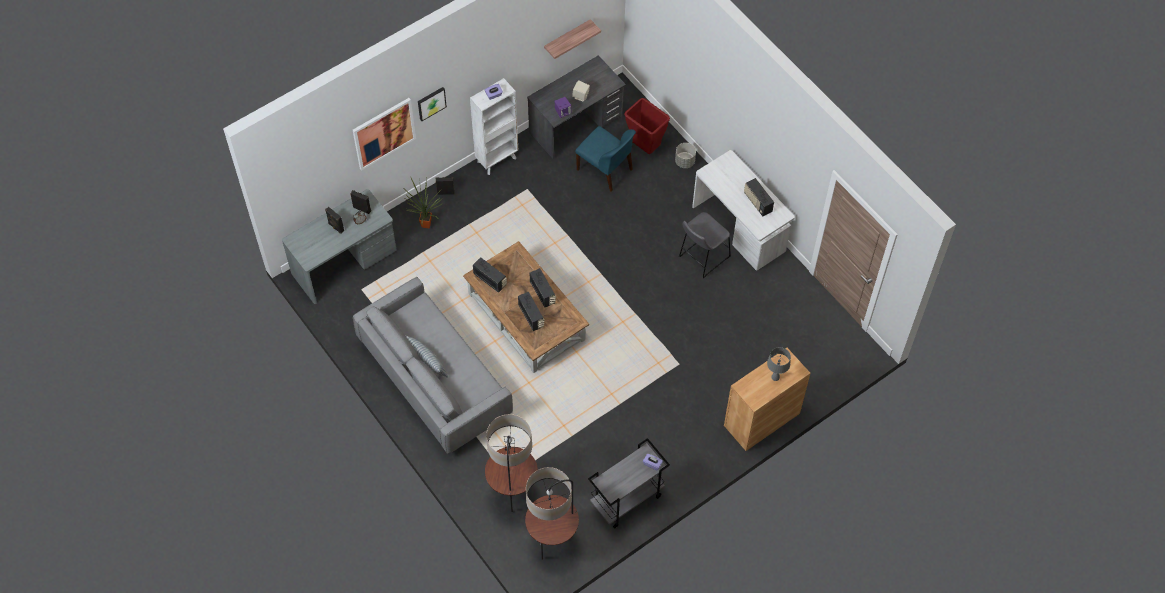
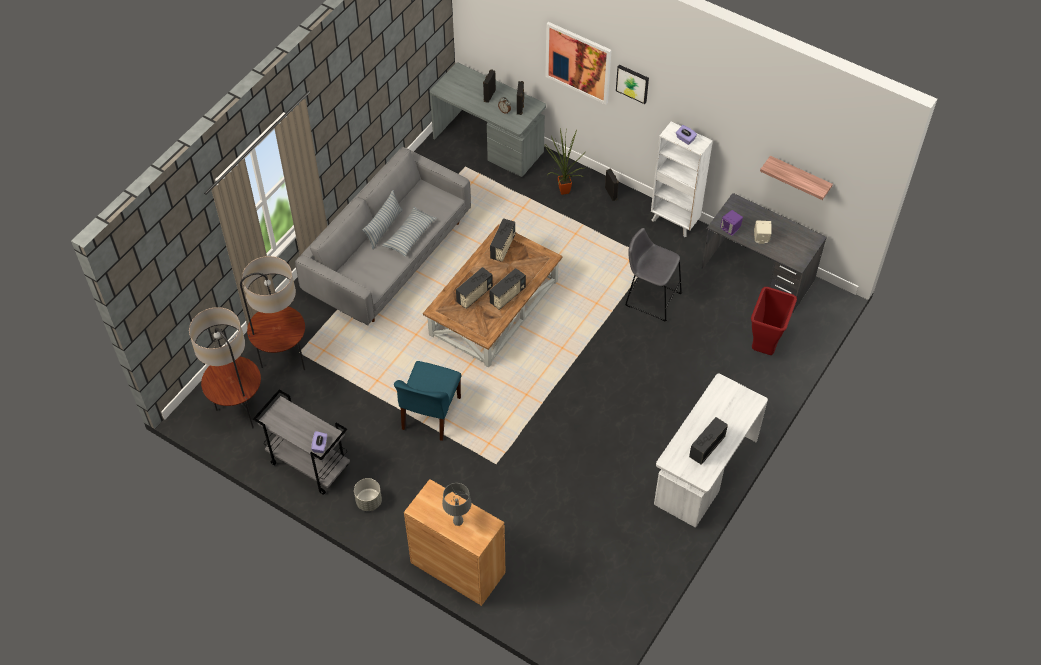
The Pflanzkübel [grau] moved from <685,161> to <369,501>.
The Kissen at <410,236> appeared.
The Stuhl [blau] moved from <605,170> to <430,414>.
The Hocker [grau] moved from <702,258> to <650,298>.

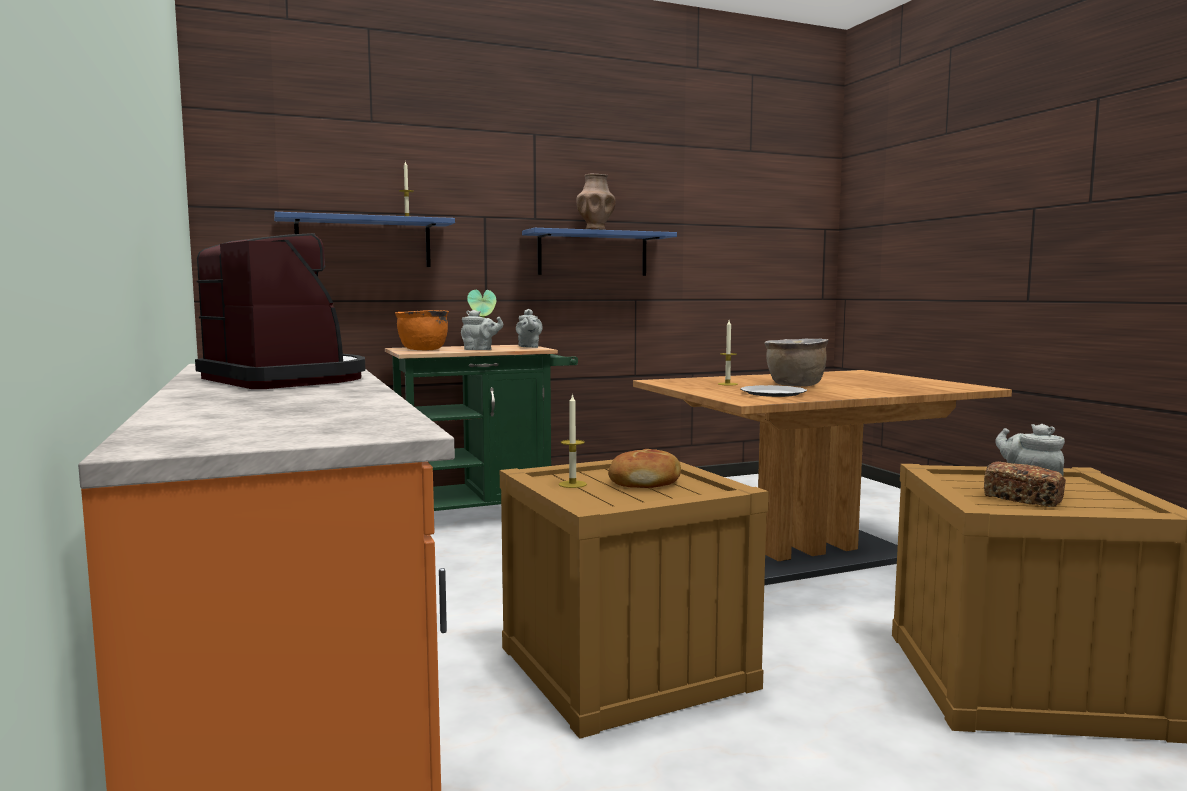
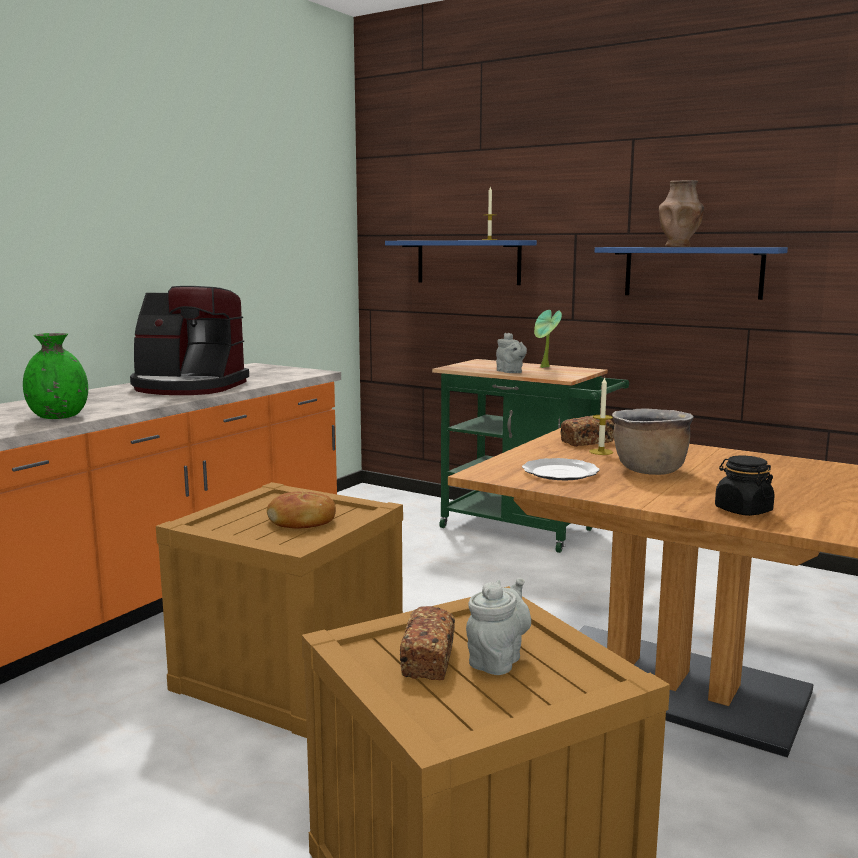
The Vase [grün] at <58,417> appeared.
The Kaffeemaschine at <287,379> turned 90 degrees clockwise.
The Brot at <587,442> appeared.
The Vorratsglas [schwarz] at <742,510> appeared.
The Kochtopf [orange] at <422,350> disappeared.
The Teekanne [grau] at <528,347> disappeared.
The Kerze at <572,484> disappeared.

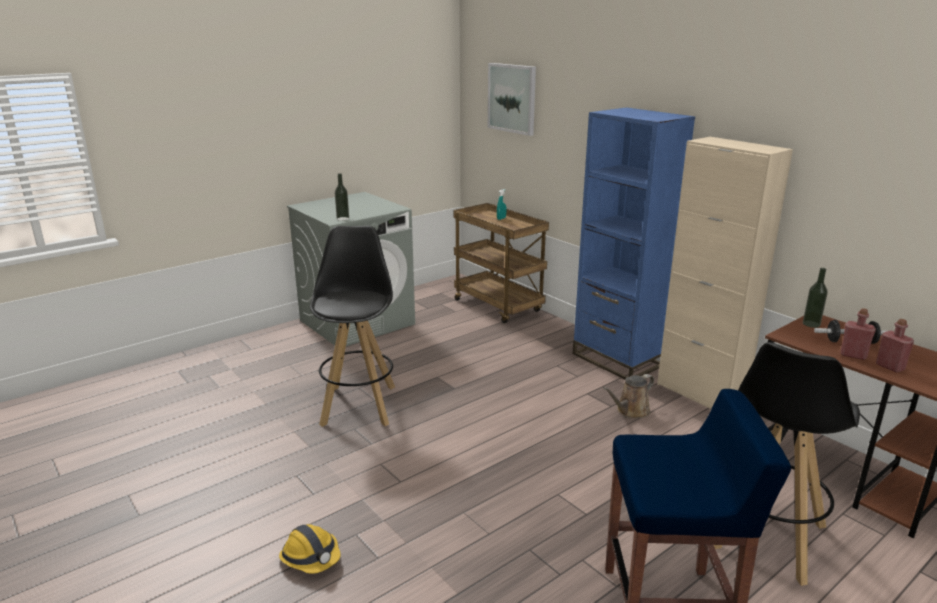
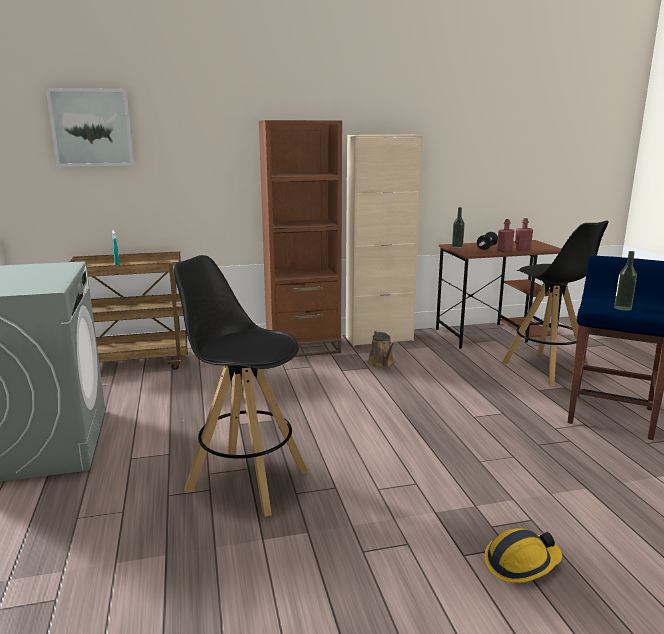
The Bücherregal [blau] at <617,360> became the Bücherregal [braun] at <303,347>.
The Flasche moved from <343,219> to <622,308>.

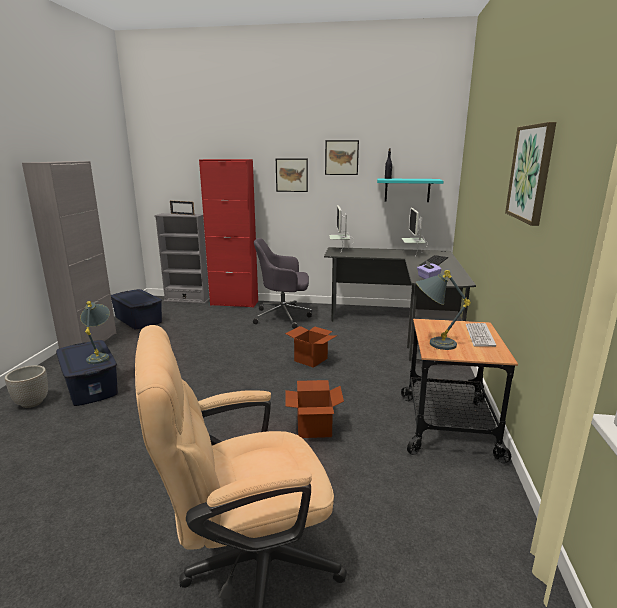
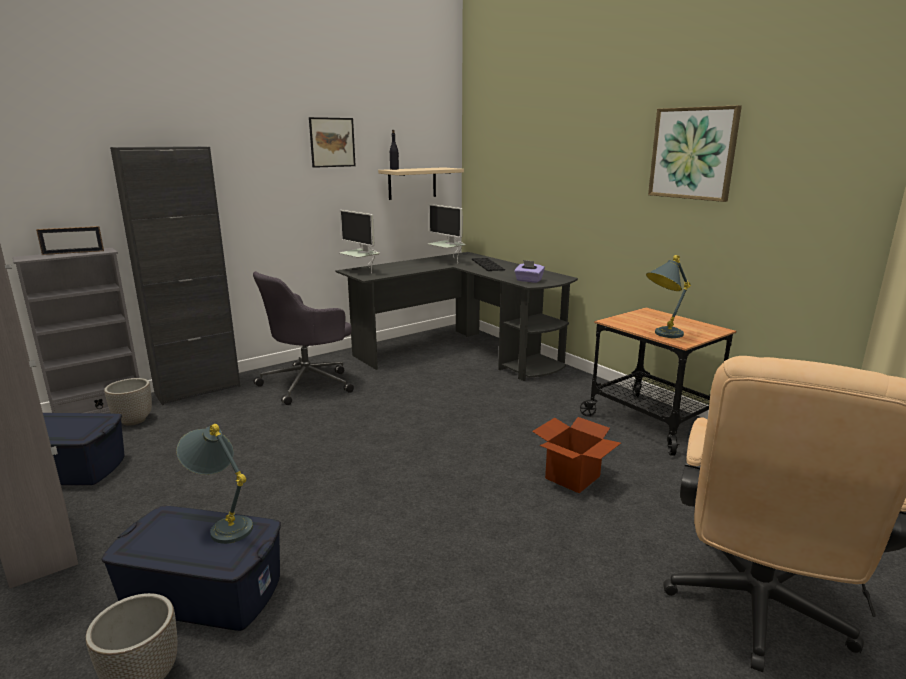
The Pflanzkübel at <134,420> appeared.
The Schrank [rot] at <234,303> became the Schrank [schwarz] at <198,390>.
The Wandregal [türkis] at <407,190> became the Wandregal [beige] at <412,183>.
The Bild at <291,175> disappeared.
The Karton at <311,360> disappeared.
The Tastatur at <479,335> disappeared.

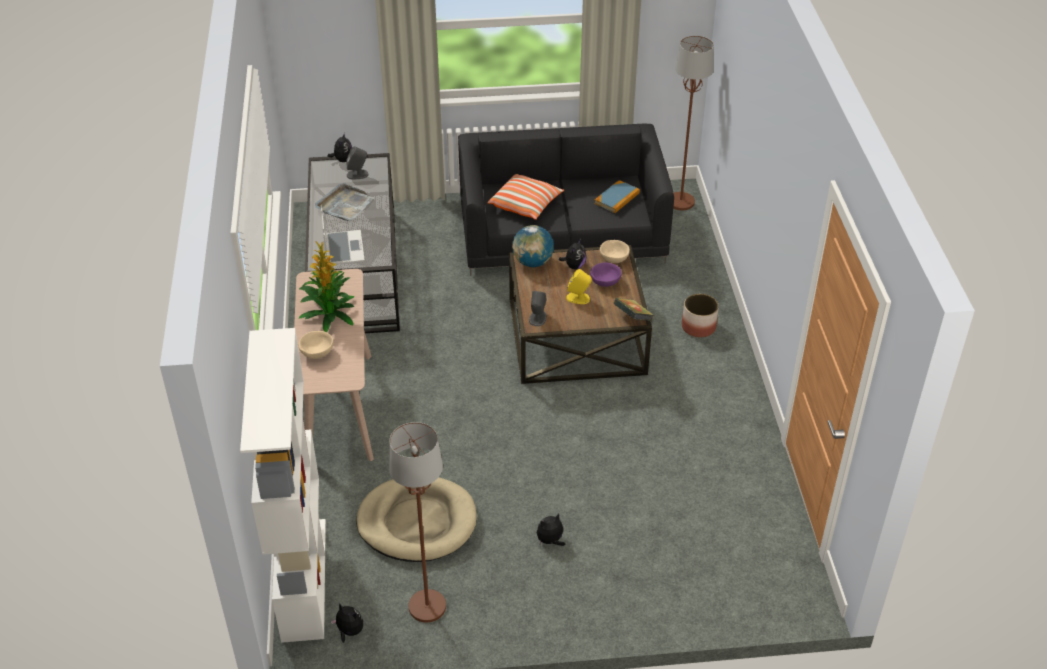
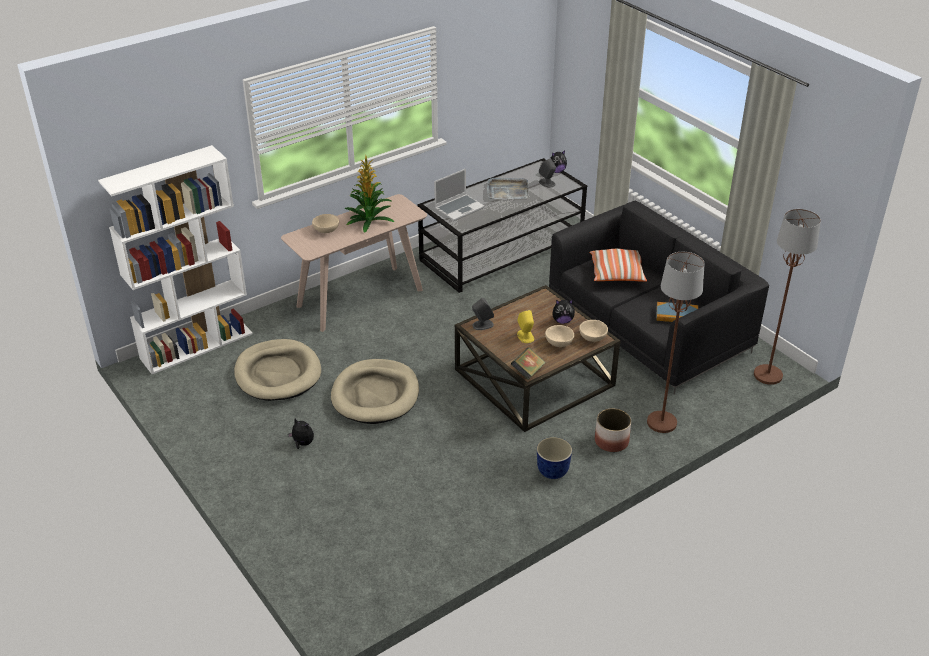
The Hundebett [beige] at <375,395> appeared.
The Pflanzkübel at <552,472> appeared.
The Schüssel [lila] at <605,282> became the Schüssel [beige] at <559,343>.
The Stehlampe [braun] moved from <427,607> to <661,422>.
The Plüschtier at <349,632> disappeared.
The Globus at <533,262> disappeared.

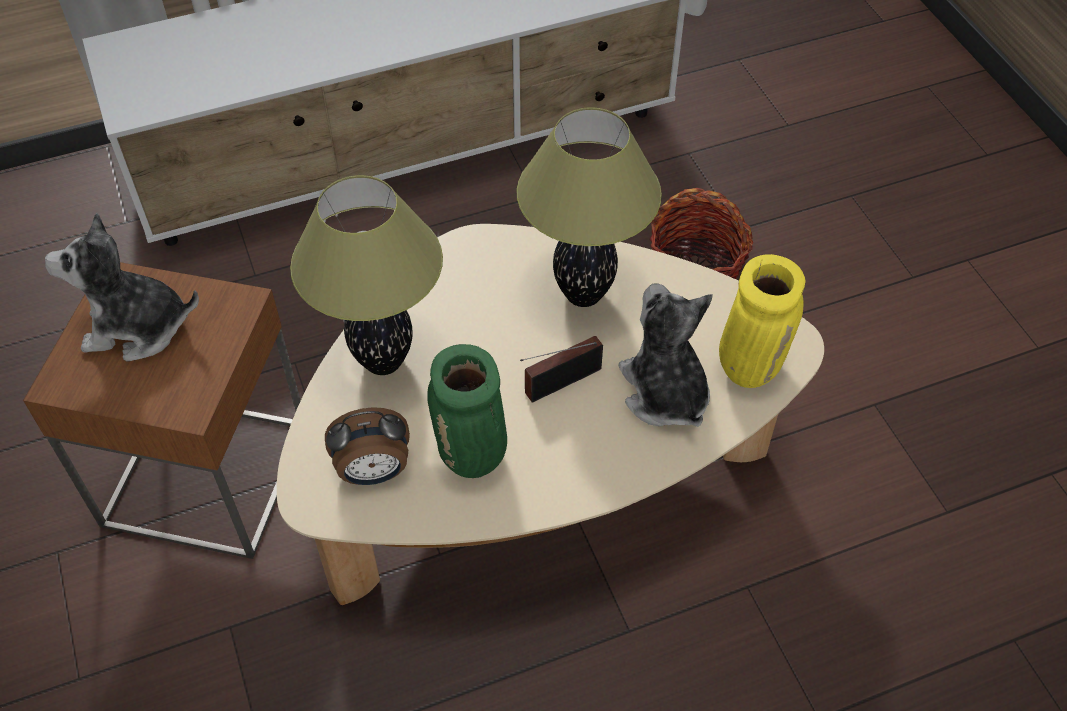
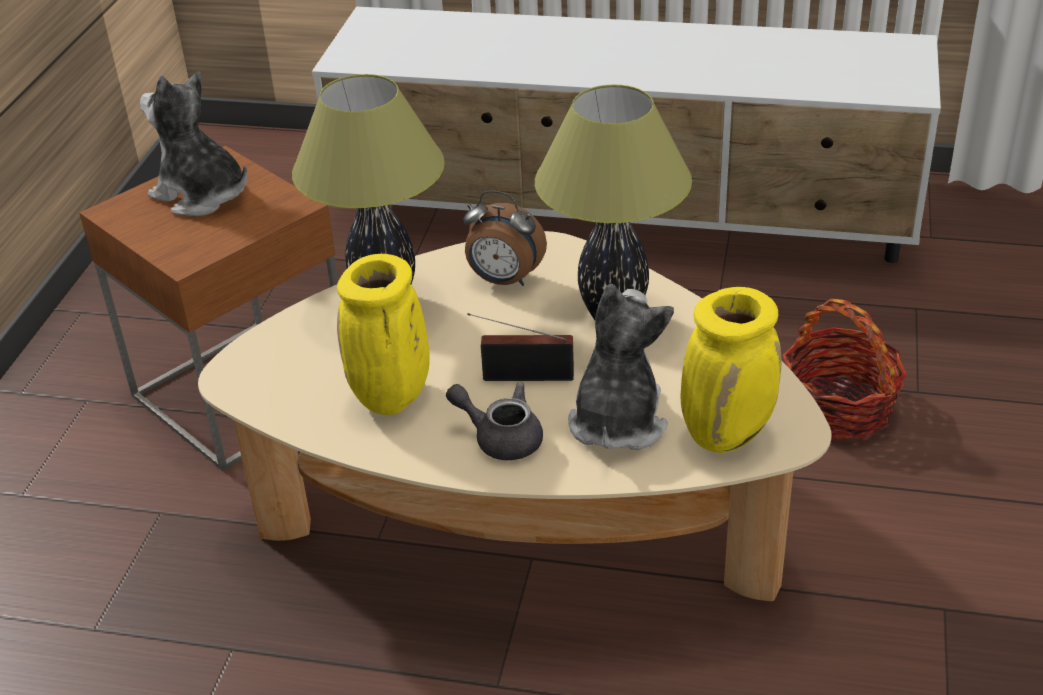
The Vase [grün] at <473,457> became the Vase [gelb] at <392,399>.
The Teekanne [grau] at <500,437> appeared.
The Wecker moved from <374,472> to <504,280>.

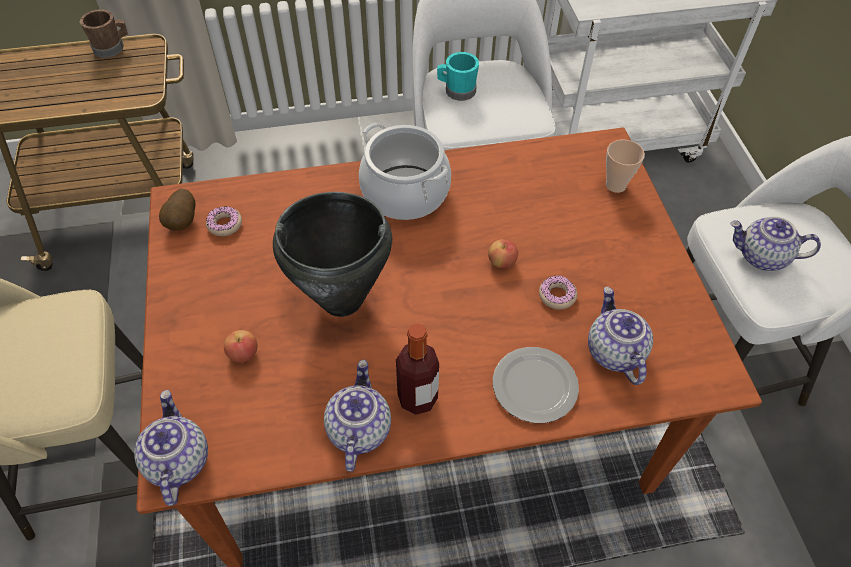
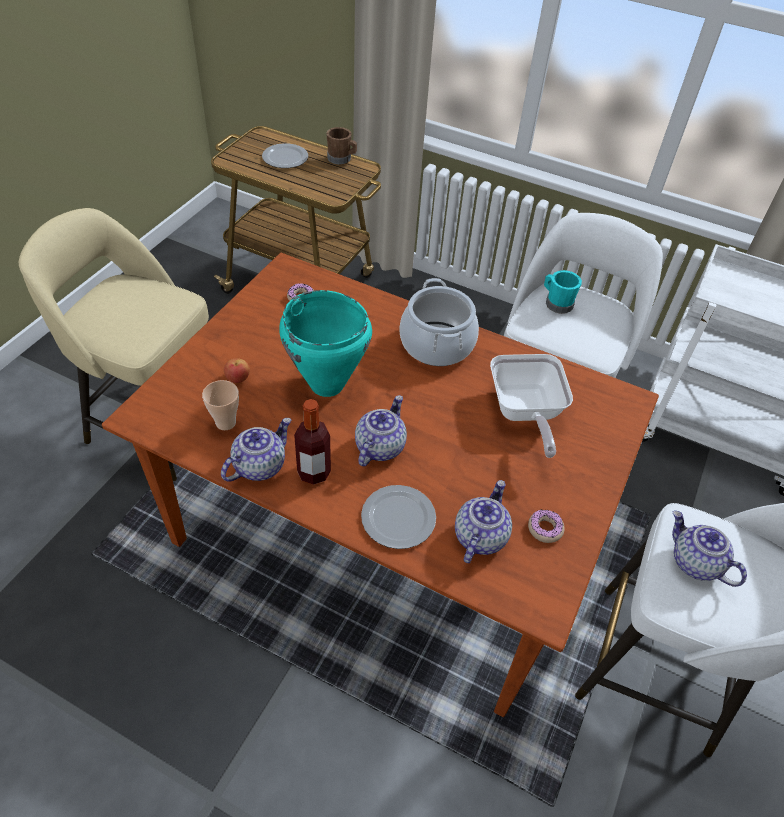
The Tasse moved from <615,185> to <225,423>.
The Teller at <286,158> appeared.
The Kochtopf [schwarz] at <342,300> became the Kochtopf [türkis] at <327,385>.
The Teekanne moved from <177,461> to <379,446>.
The Pfanne at <524,413> appeared.
The Donut moved from <557,296> to <545,529>.
The Kartoffel at <183,222> disappeared.
The Apfel at <501,262> disappeared.

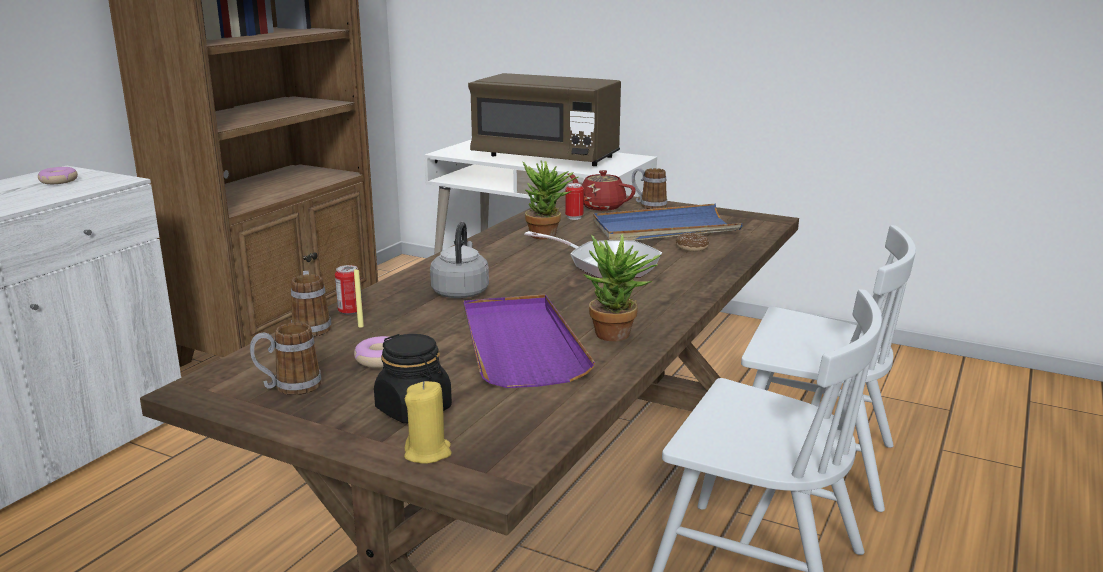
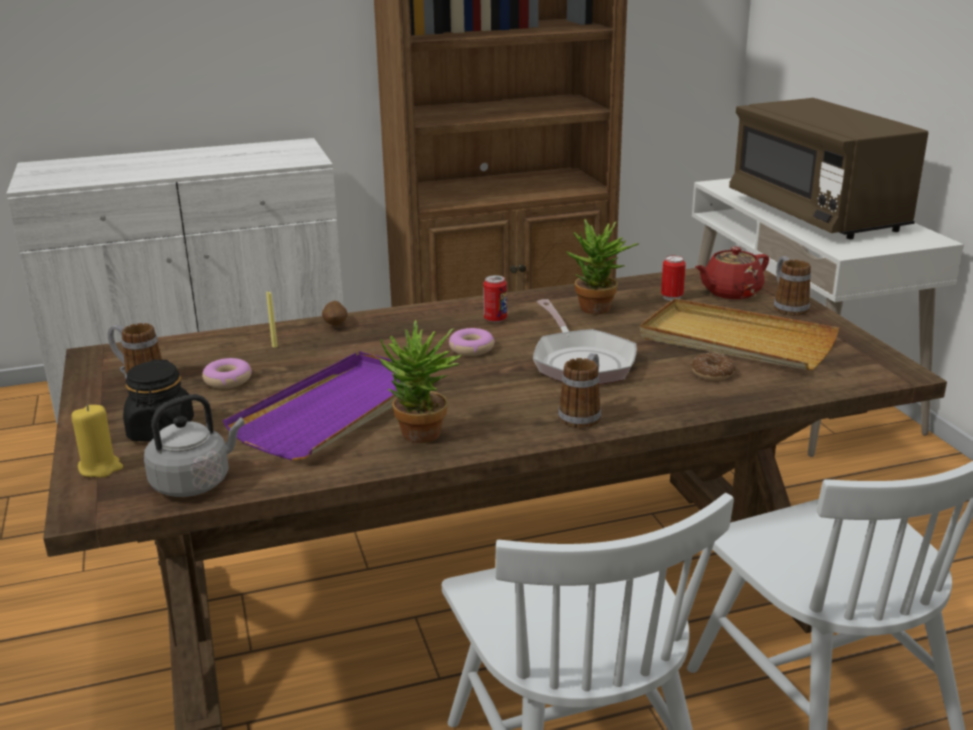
The Wasserkessel [grau] moved from <461,291> to <195,482>.
The Kartoffel at <335,325> appeared.
The Donut moved from <58,181> to <471,348>.
The Dose moved from <350,311> to <495,319>.
The Henkelbecher moved from <311,327> to <583,415>.
The Tablett [blau] at <664,229> became the Tablett [beige] at <735,341>.
The Teekanne [rot] at <601,206> turned 105 degrees counterclockwise.

